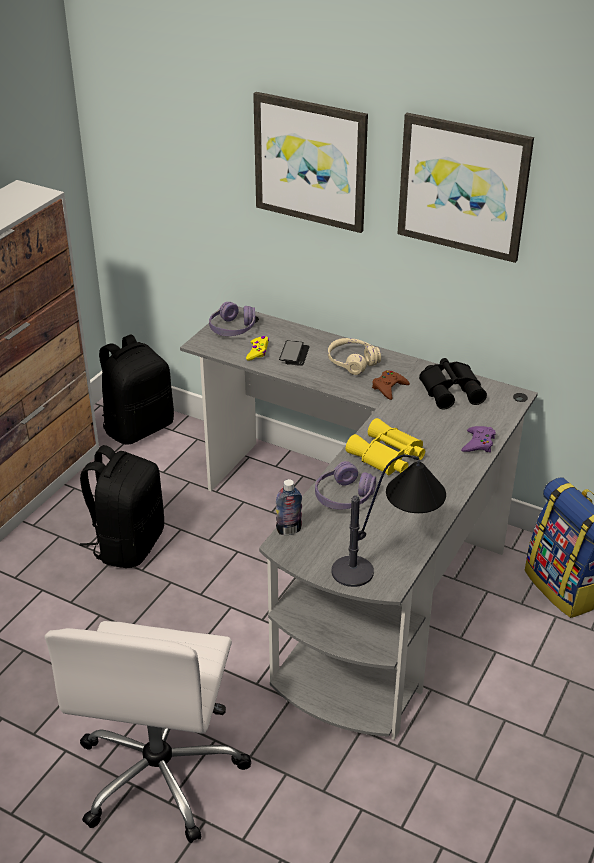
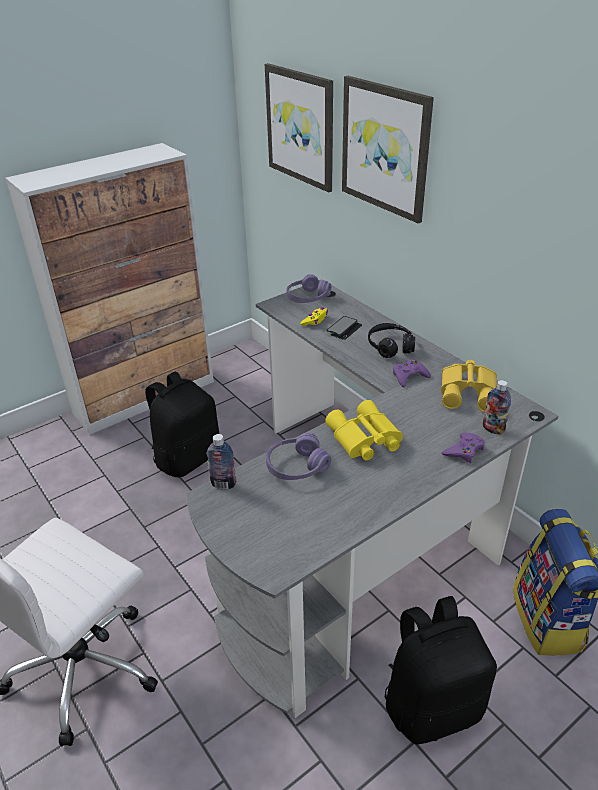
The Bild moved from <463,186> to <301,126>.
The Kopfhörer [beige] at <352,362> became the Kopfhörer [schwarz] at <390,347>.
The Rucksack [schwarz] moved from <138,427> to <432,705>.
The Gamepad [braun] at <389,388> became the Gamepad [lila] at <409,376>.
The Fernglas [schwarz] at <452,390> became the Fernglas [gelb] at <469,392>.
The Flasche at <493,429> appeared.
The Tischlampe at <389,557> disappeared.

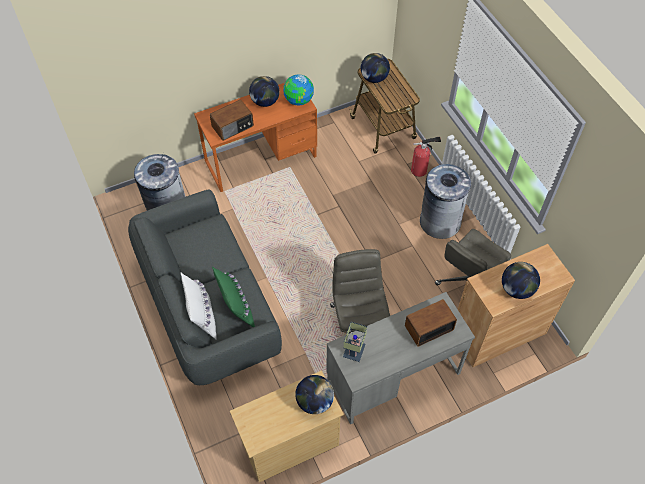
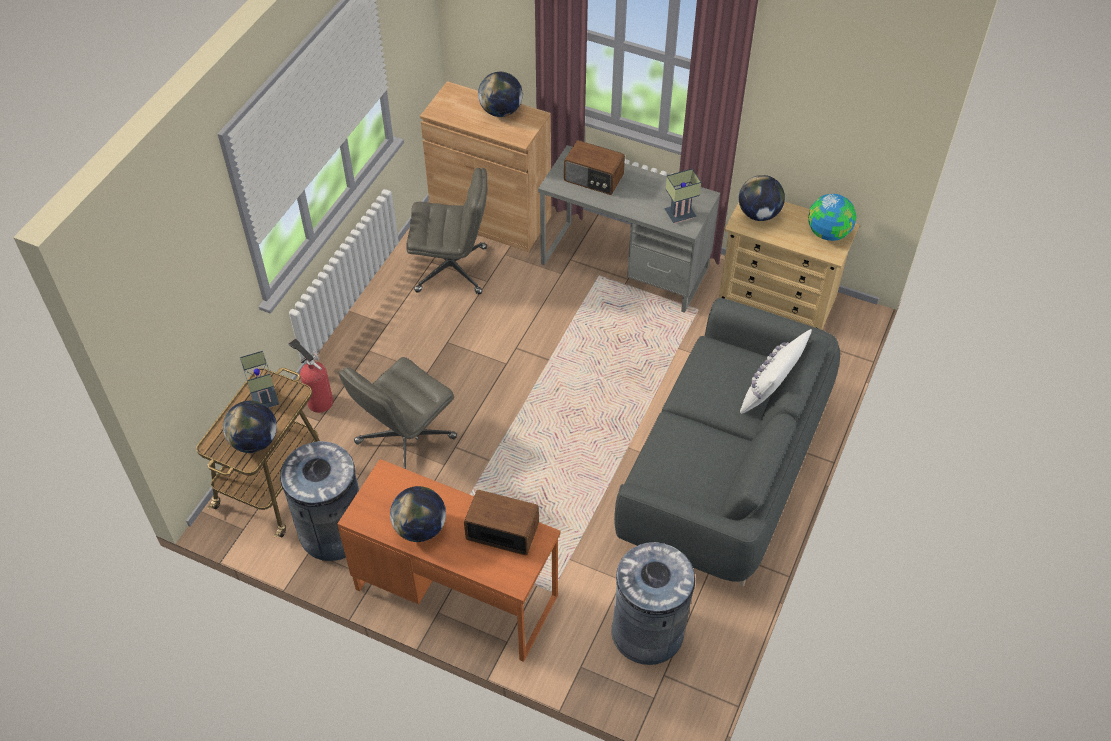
The Tischlampe at <266,399> appeared.
The Mülleimer [grau] moved from <440,221> to <333,532>.
The Bürostuhl [grau] moved from <358,322> to <405,441>.
The Globus moved from <298,100> to <828,233>.
The Kissen [grün] at <236,309> disappeared.

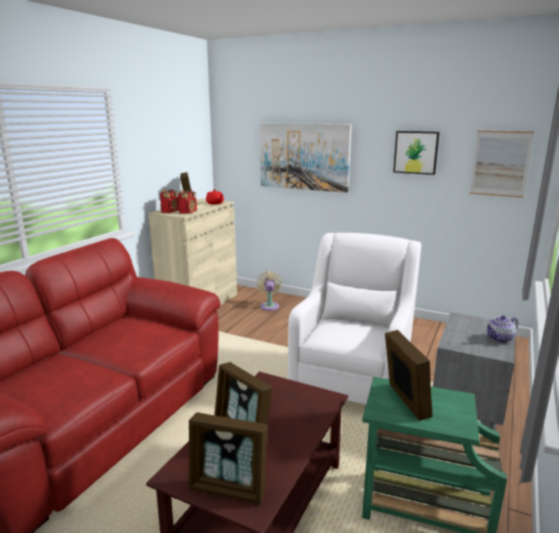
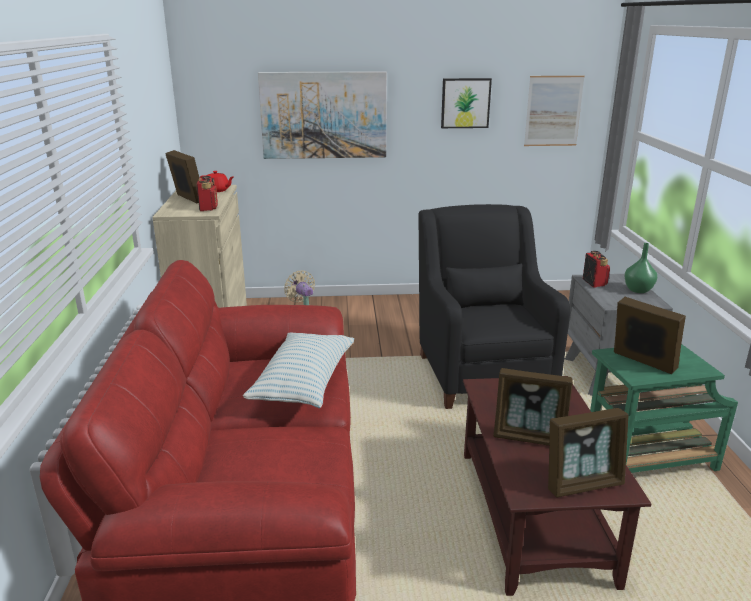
The Kissen at <304,383> appeared.
The Sessel [weiß] at <353,380> became the Sessel [schwarz] at <481,372>.
The Radio moved from <170,211> to <594,282>.
The Teekanne at <500,339> was replaced by the Vase [grün] at <639,290>.

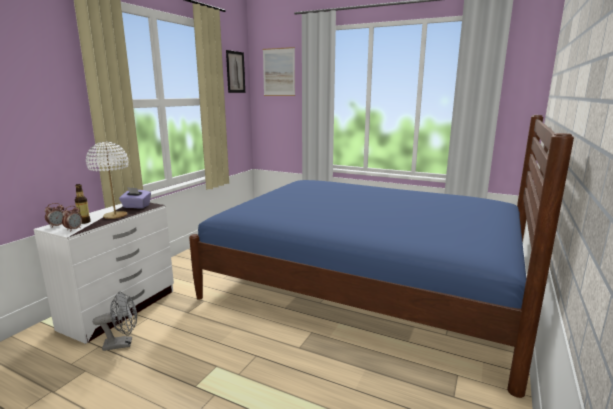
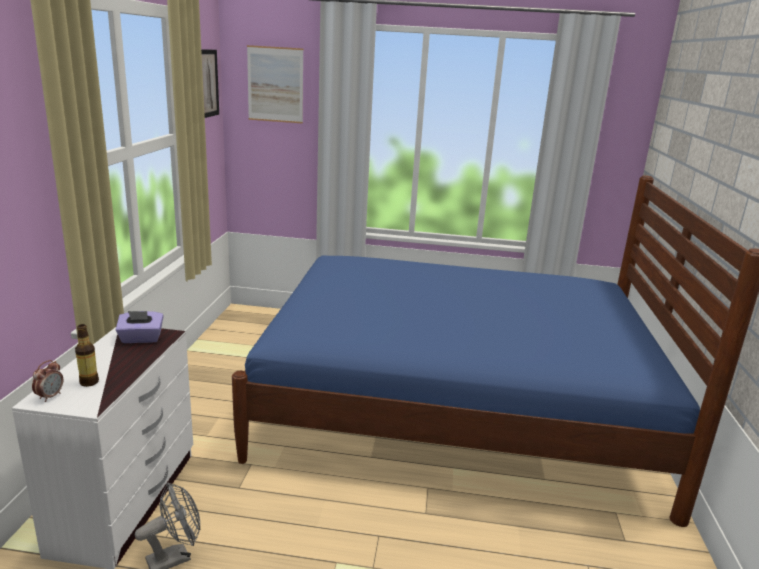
The Wecker at <74,229> disappeared.
The Tischlampe [weiß] at <115,216> disappeared.

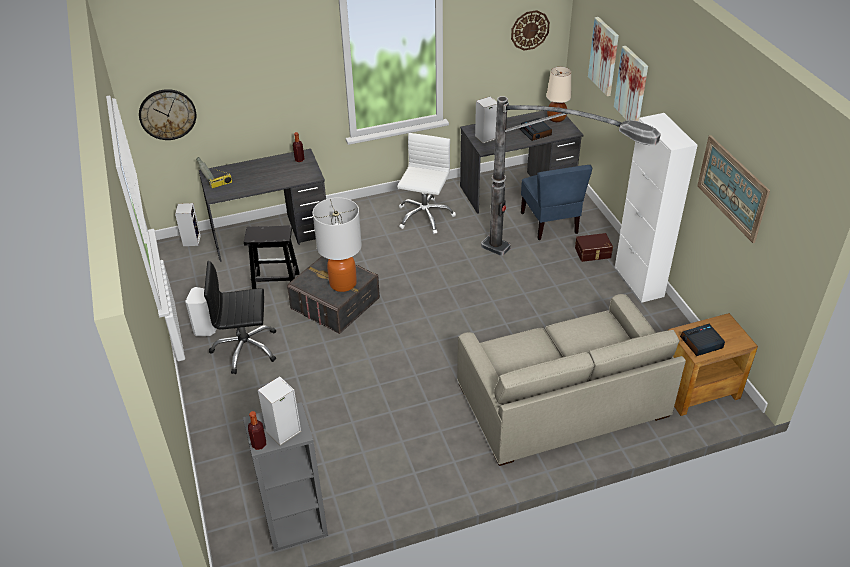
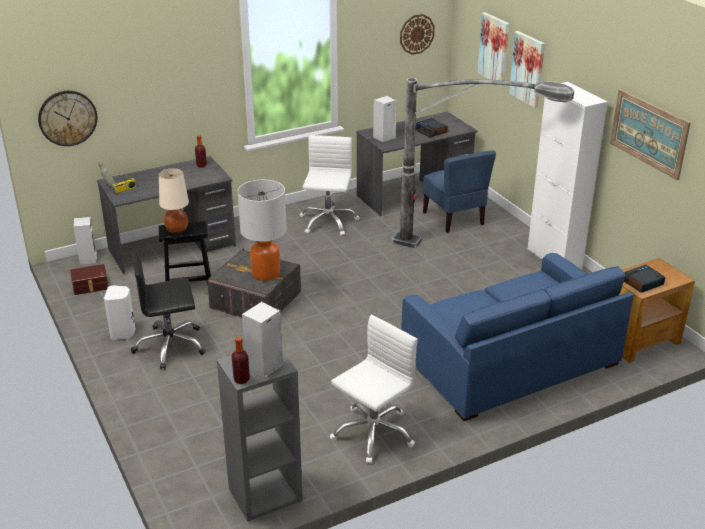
The Aufbewahrungsbox [braun] moved from <593,253> to <90,286>.
The Tischlampe [beige] moved from <556,119> to <177,230>.
The Bürostuhl [weiß] at <373,433> appeared.
The Sofa [beige] at <561,401> became the Sofa [blau] at <509,361>.

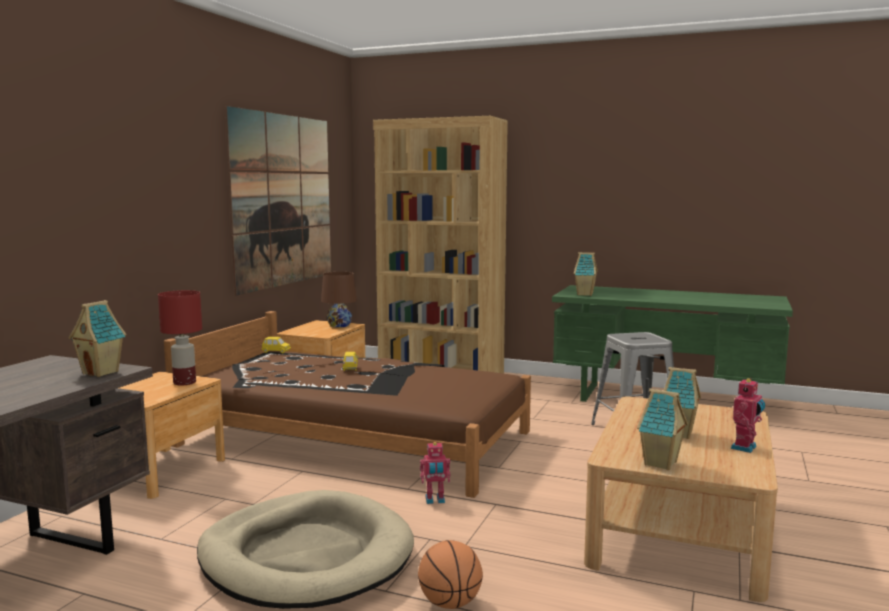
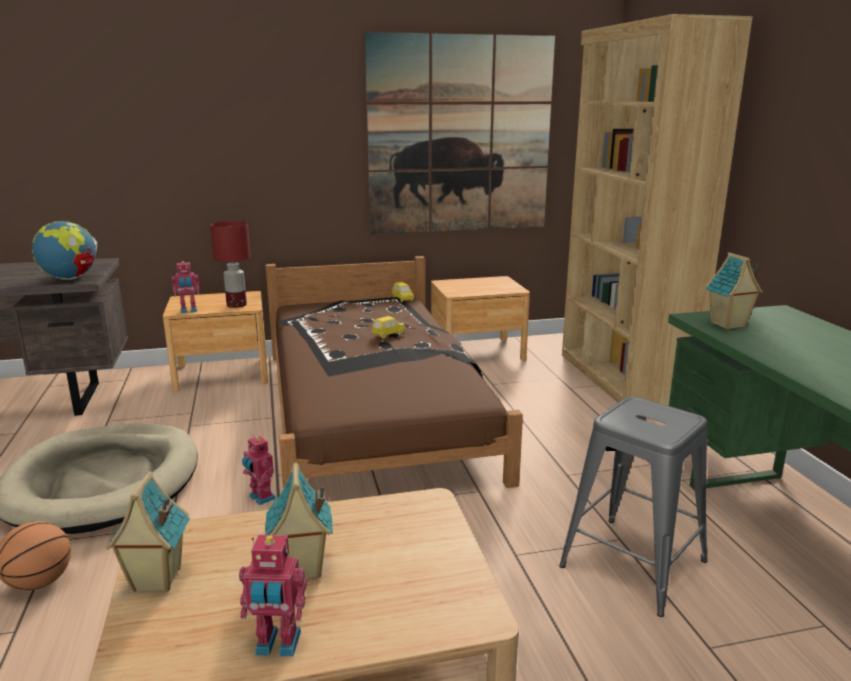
The Spielzeughaus at <101,372> was replaced by the Globus at <70,278>.
The Spielzeugroboter at <188,311> appeared.
The Tischlampe [braun] at <339,325> disappeared.

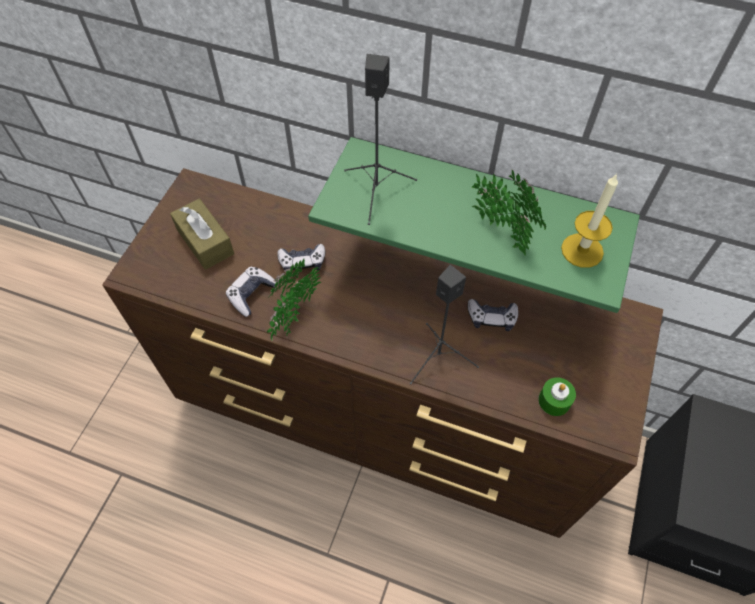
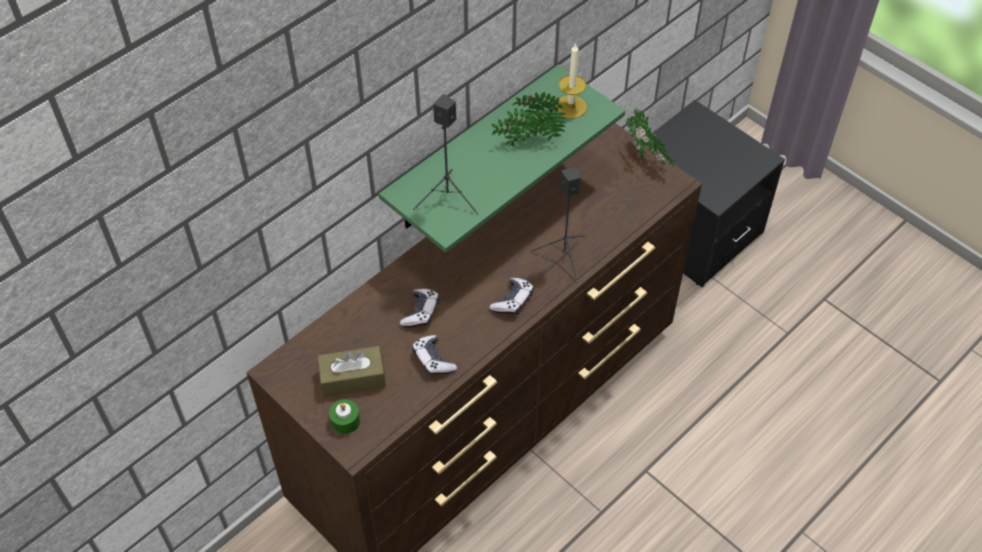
The Kerze [grün] moved from <554,401> to <345,421>.
The Gamepad moved from <491,318> to <512,301>.
The Topfpflanze moved from <293,316> to <647,160>.

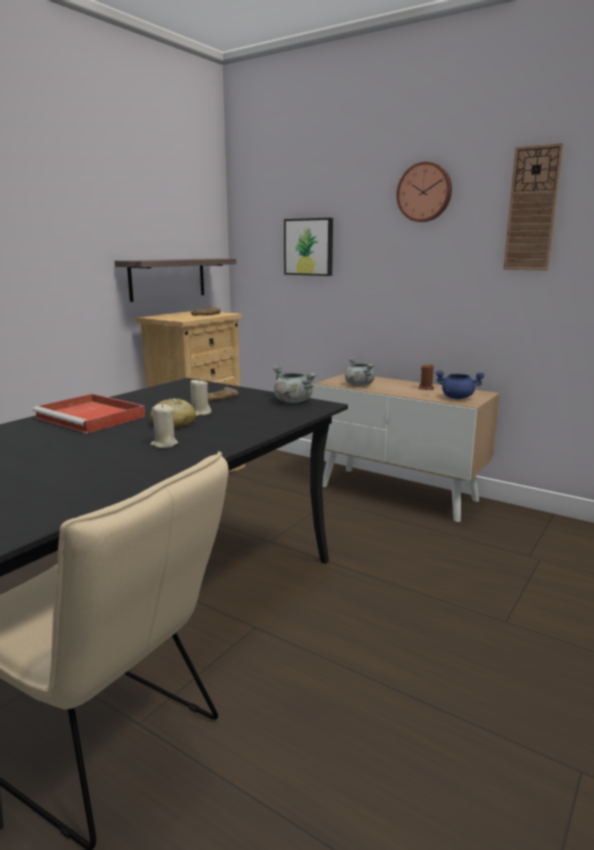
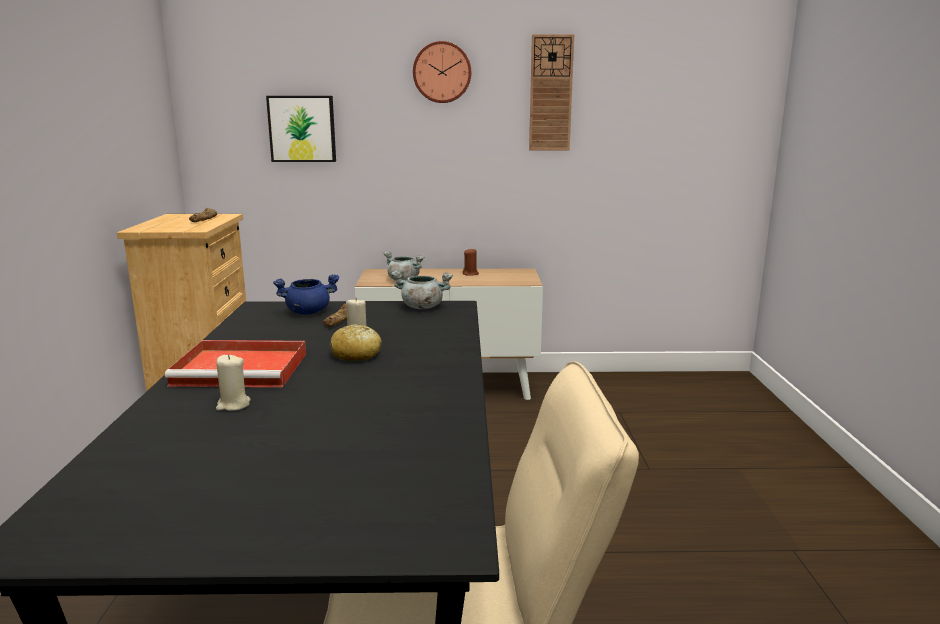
The Kerze [beige] moved from <164,444> to <233,405>.
The Kochtopf [blau] moved from <457,398> to <308,312>.
The Wandregal at <167,278> disappeared.

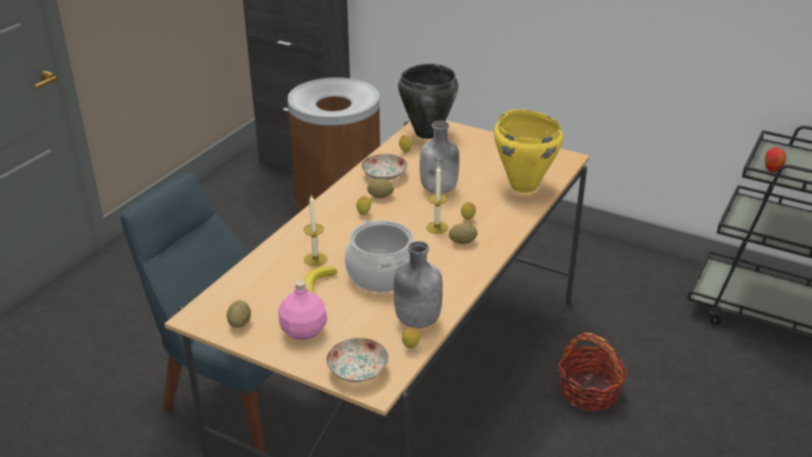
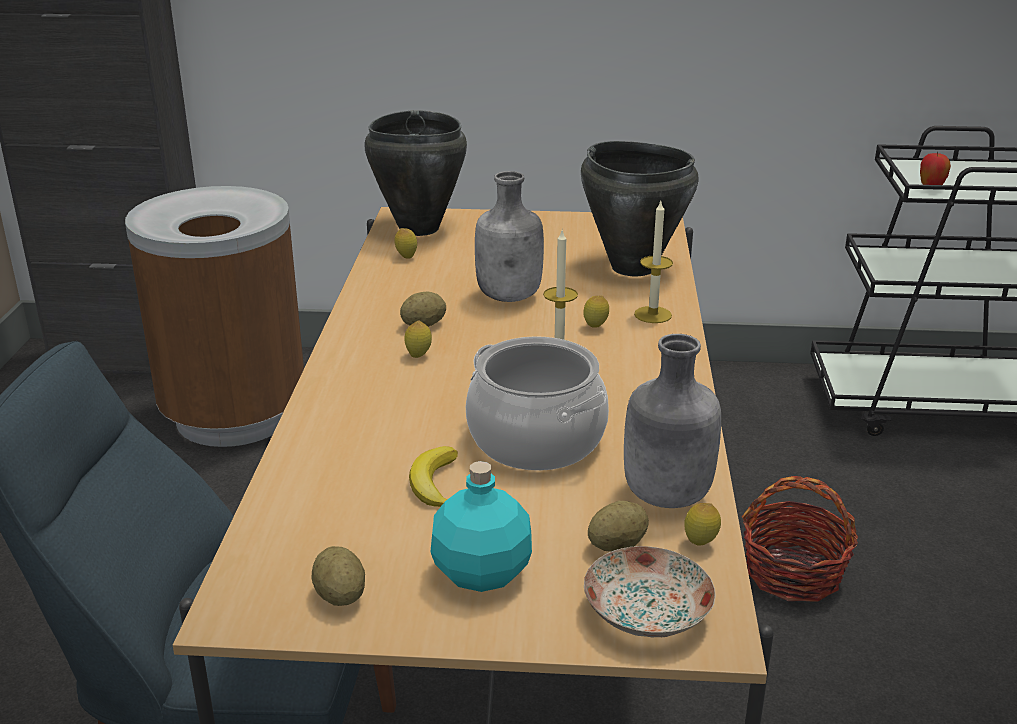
The Flasche [rosa] at <303,331> became the Flasche [türkis] at <480,573>.
The Kochtopf [gelb] at <523,186> became the Kochtopf [schwarz] at <632,267>.
The Kartoffel moved from <462,242> to <617,546>.
The Kerze moved from <315,259> to <653,315>.
The Teller at <384,175> disappeared.

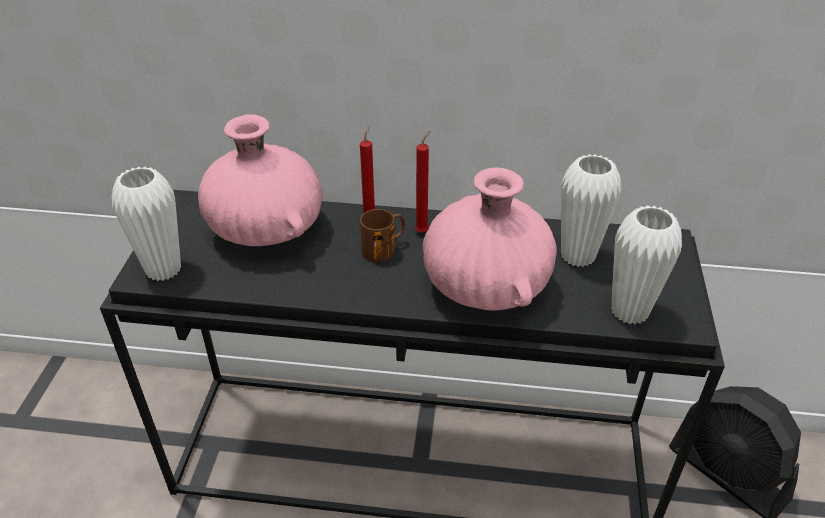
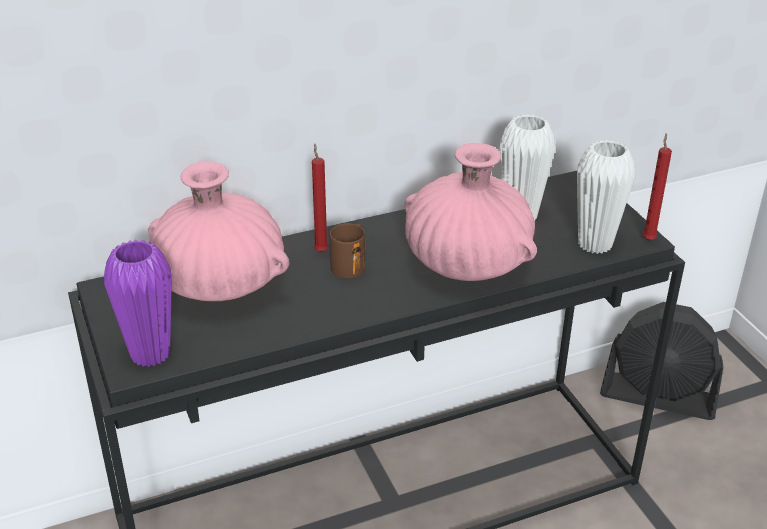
The Vase [weiß] at <163,269> became the Vase [lila] at <150,354>.
The Kerze [rot] moved from <423,231> to <648,239>.

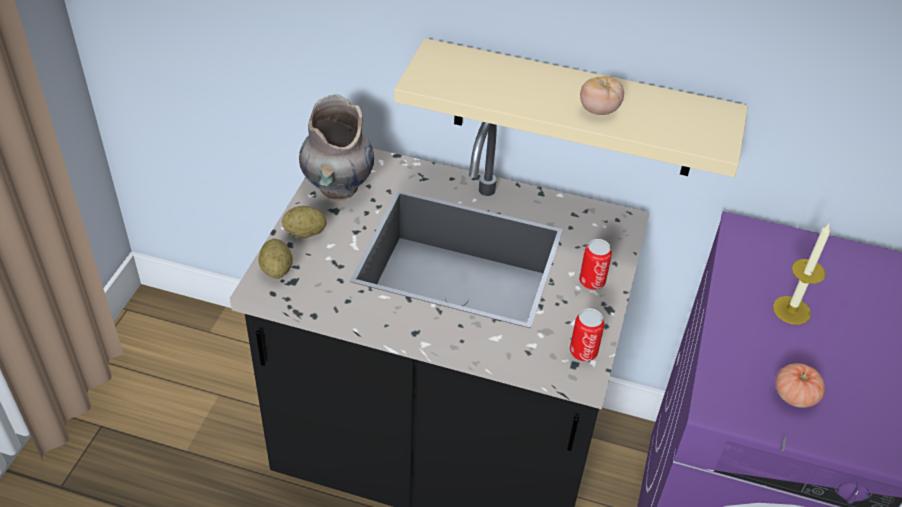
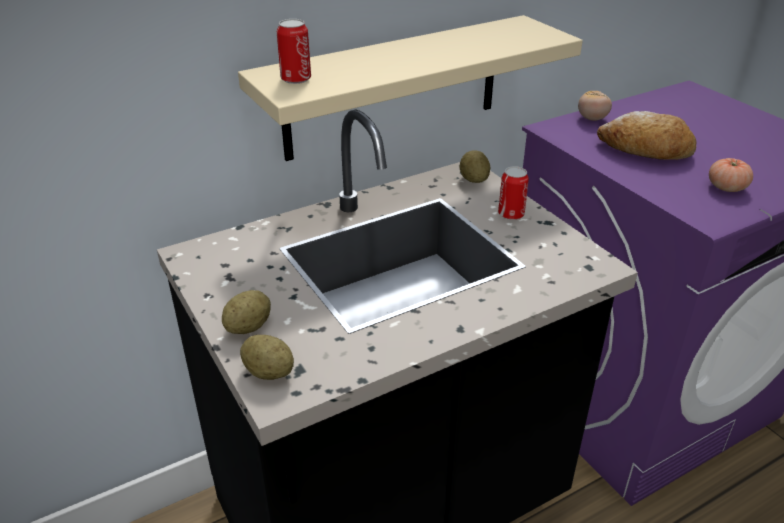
The Dose moved from <583,352> to <296,79>.
The Kartoffel at <474,180> appeared.
The Tomate moved from <599,110> to <592,119>.
The Kerze at <791,310> was replaced by the Brot at <645,150>.
The Vase [grau] at <338,188> disappeared.

